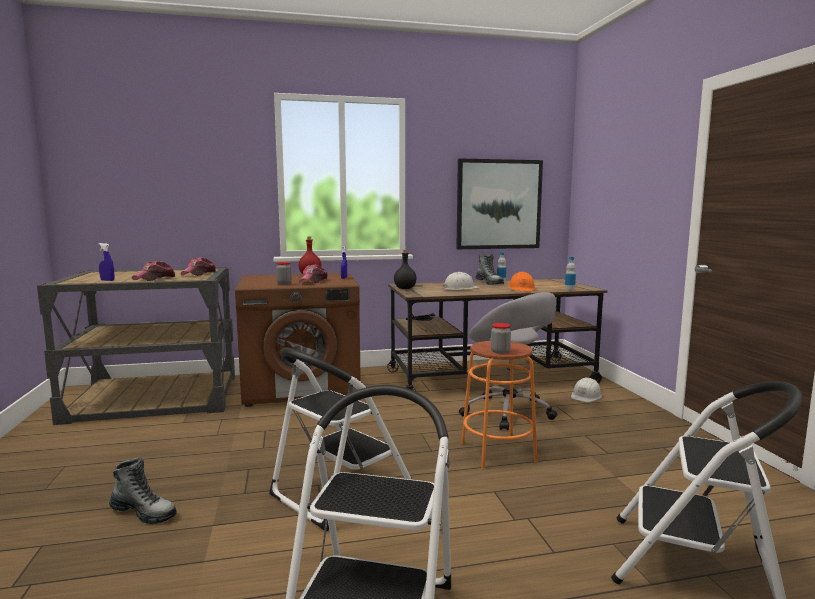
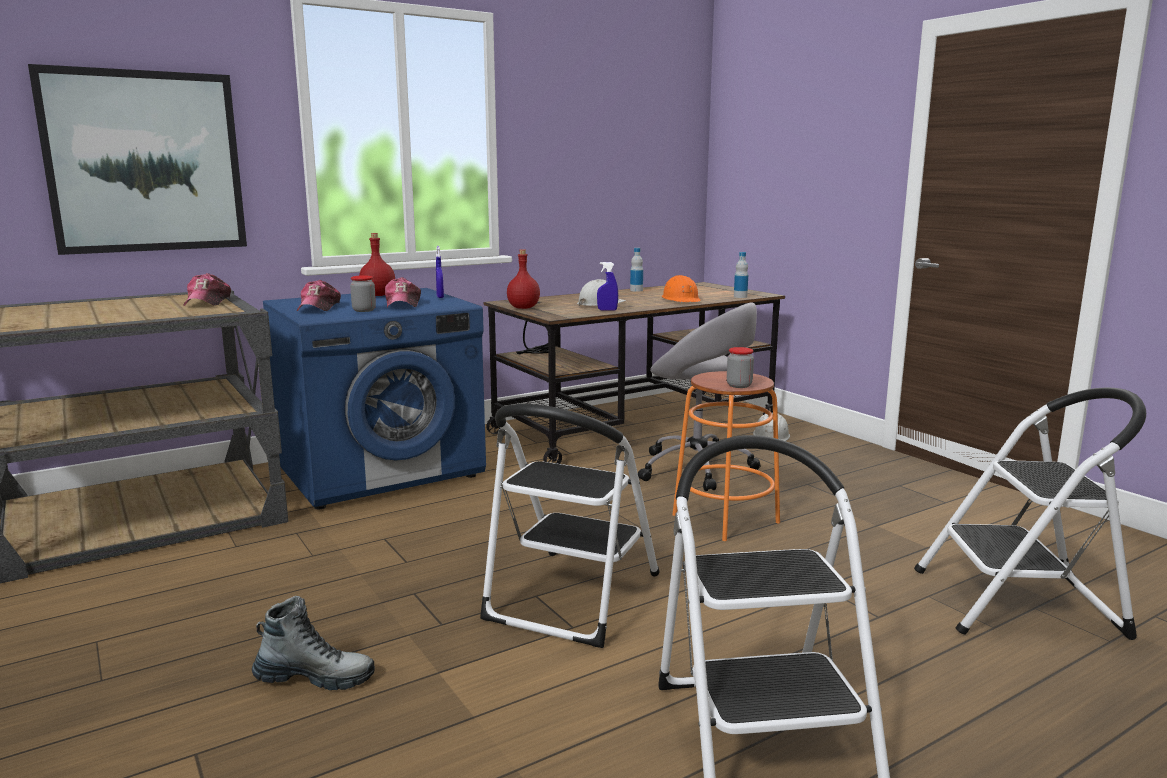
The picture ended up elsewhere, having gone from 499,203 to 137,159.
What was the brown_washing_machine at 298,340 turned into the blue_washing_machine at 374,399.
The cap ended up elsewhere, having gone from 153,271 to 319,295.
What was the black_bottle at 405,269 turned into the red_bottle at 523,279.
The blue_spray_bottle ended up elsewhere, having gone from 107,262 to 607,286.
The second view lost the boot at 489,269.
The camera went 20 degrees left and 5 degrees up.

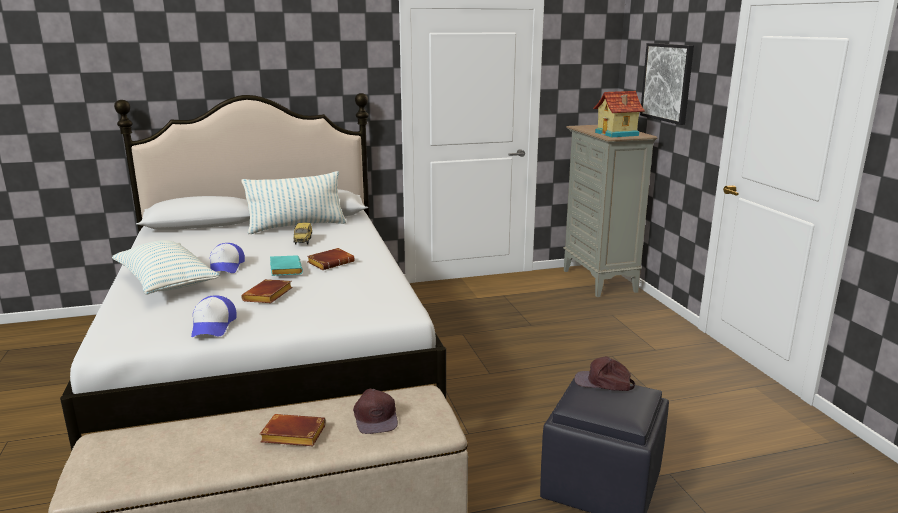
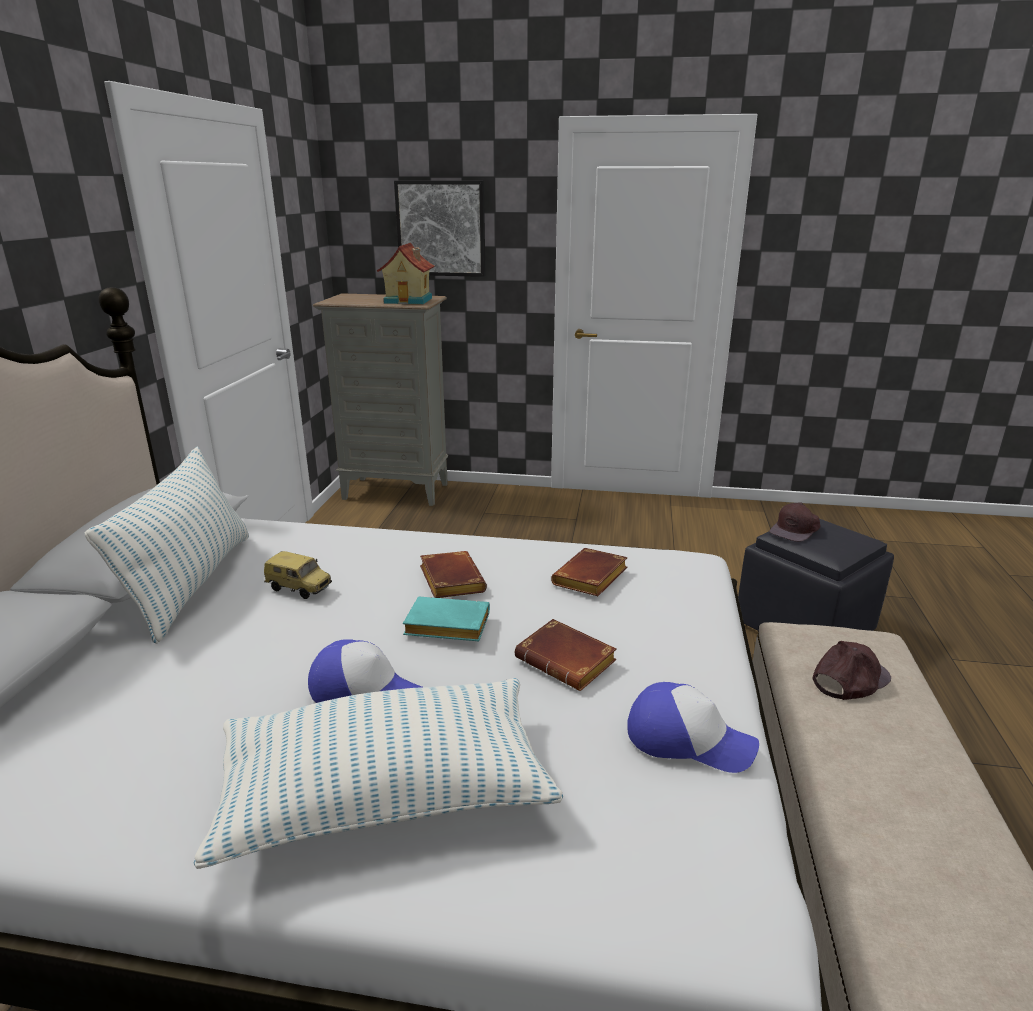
The brown_book ended up elsewhere, having gone from 293,430 to 589,572.
The brown_cap at 375,411 ended up facing another way, 45 degrees counterclockwise from before.
The camera went 65 degrees left and 5 degrees up.

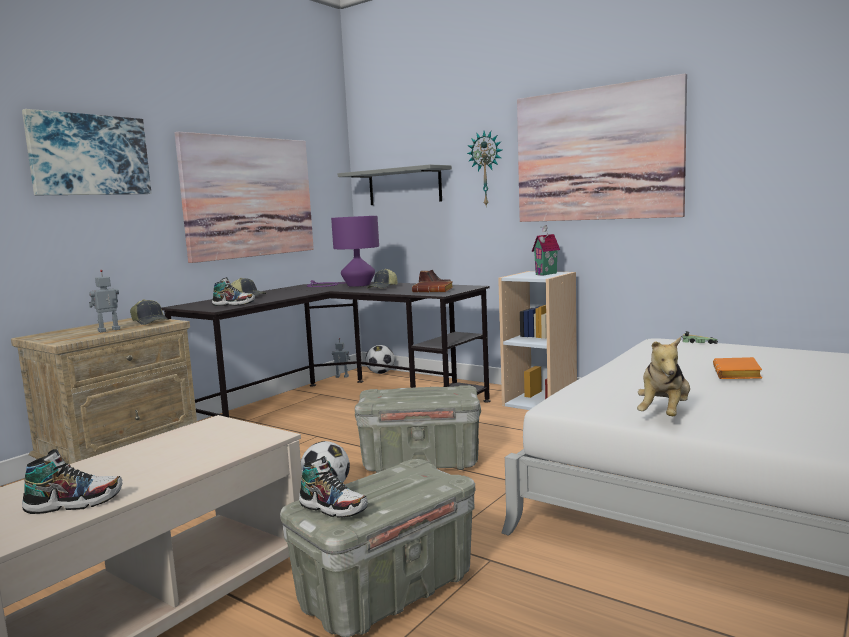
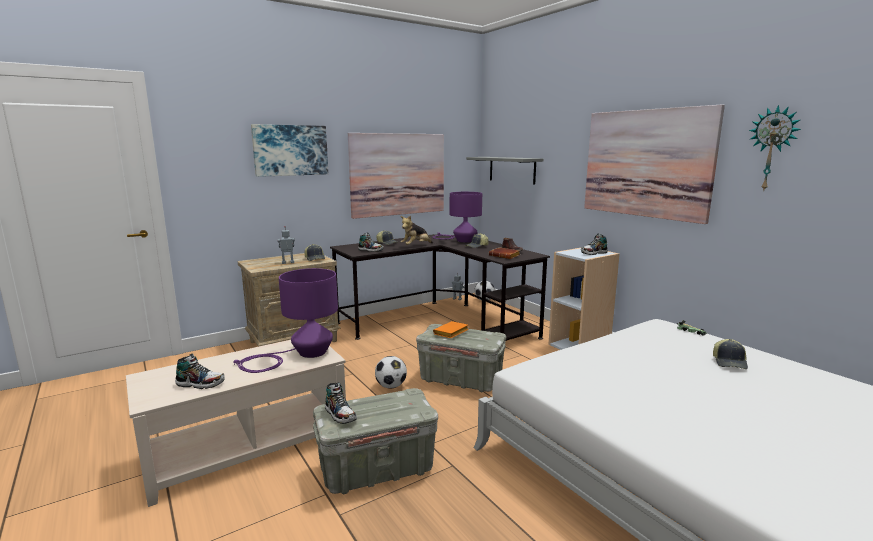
The second view gained the purple_table_lamp at 286,320.
The plush_toy ended up elsewhere, having gone from 663,376 to 416,230.
The orange_book ended up elsewhere, having gone from 737,368 to 451,329.
Where the toy_house stood at 545,250, the shoe came to stand at 594,244.
The second view gained the cap at 730,354.
The wall_clock ended up elsewhere, having gone from 484,168 to 775,148.
The camera went 20 degrees right and 5 degrees up.

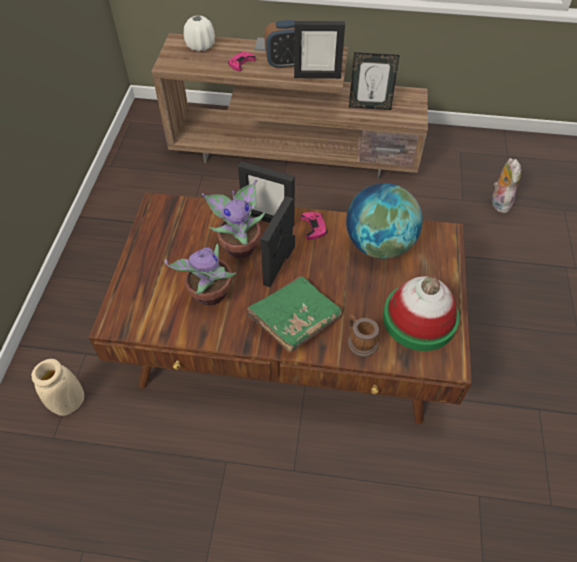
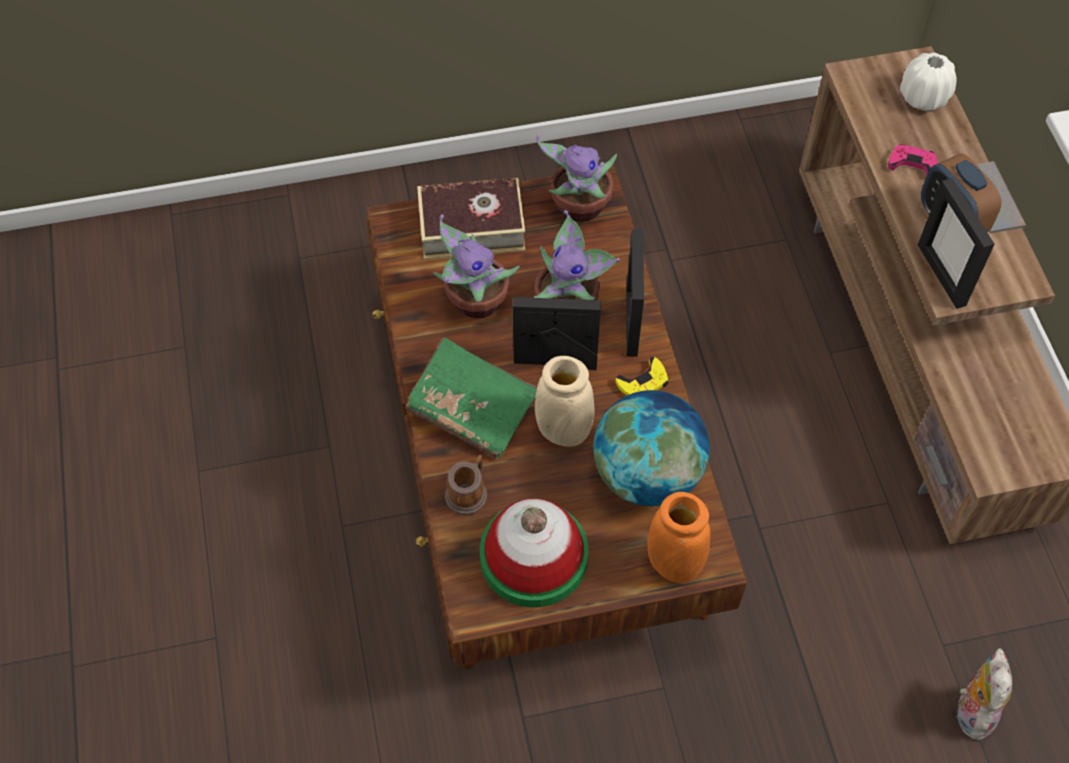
The second view gained the book at 471,219.
The beige_vase ended up elsewhere, having gone from 57,387 to 564,401.
The second view gained the potted_plant at 576,178.
What was the pink_game_controller at 314,226 turned into the yellow_game_controller at 642,376.
The second view gained the orange_vase at 678,537.
The plush_toy at 507,185 ended up facing another way, 60 degrees counterclockwise from before.
The second view lost the picture_frame at 374,81.
The camera went 70 degrees right and 5 degrees up.

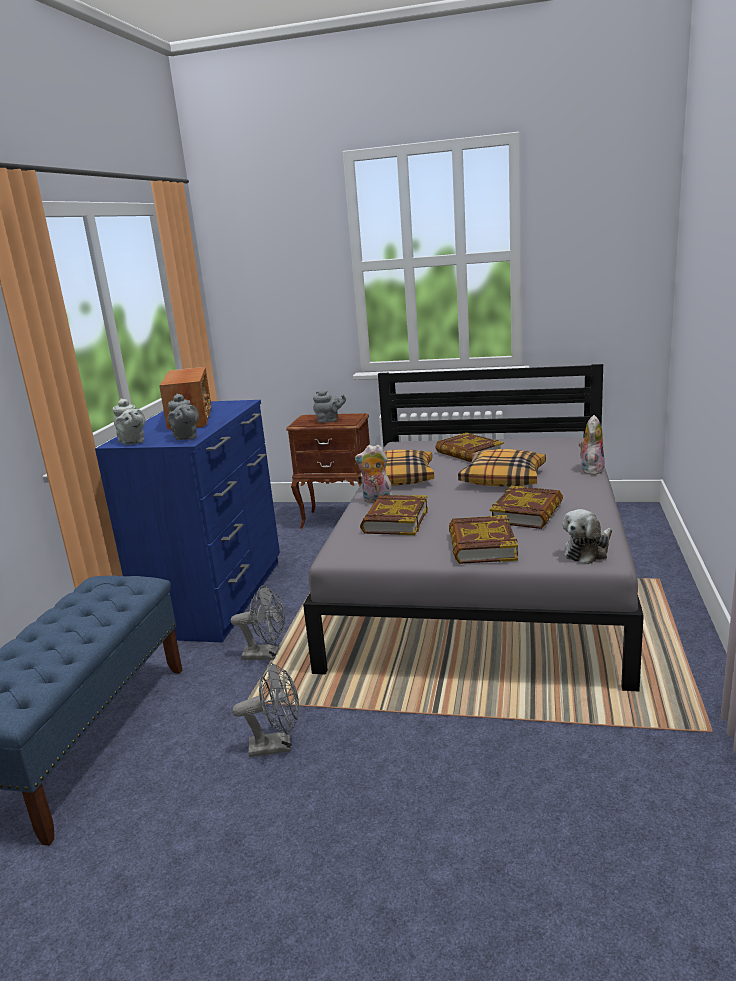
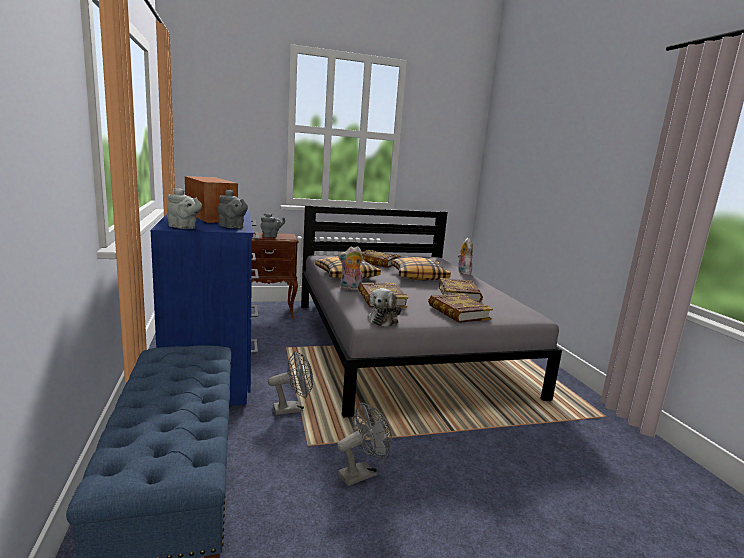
The plush_toy ended up elsewhere, having gone from 587,536 to 384,307.
The camera went 30 degrees left and 5 degrees down.

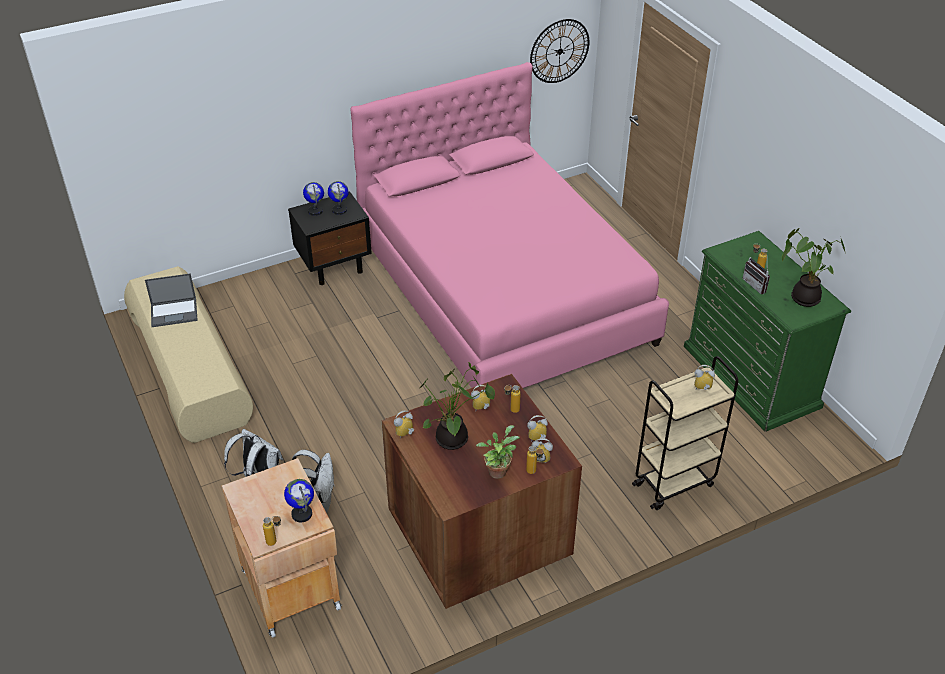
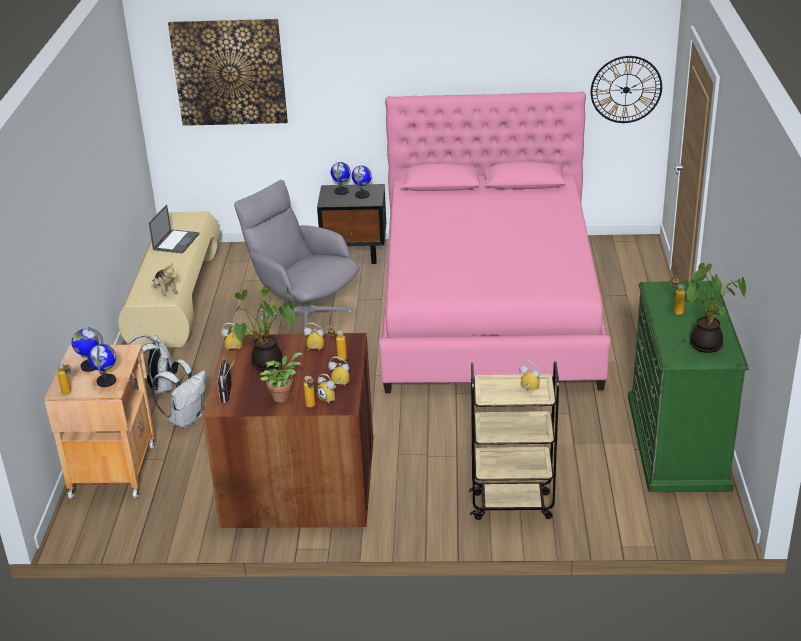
The second view gained the globe at 87,349.
The laptop at 171,300 ended up facing another way, 90 degrees counterclockwise from before.
The second view gained the plush_toy at 164,279.
The second view gained the picture at 228,72.
The radio ended up elsewhere, having gone from 756,275 to 226,380.
The second view gained the grey_armchair at 297,254.
The camera went 30 degrees right and 10 degrees down.

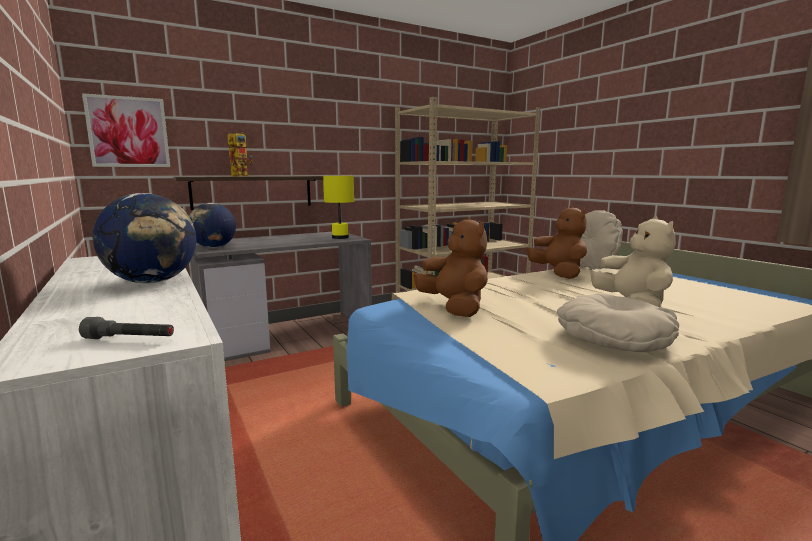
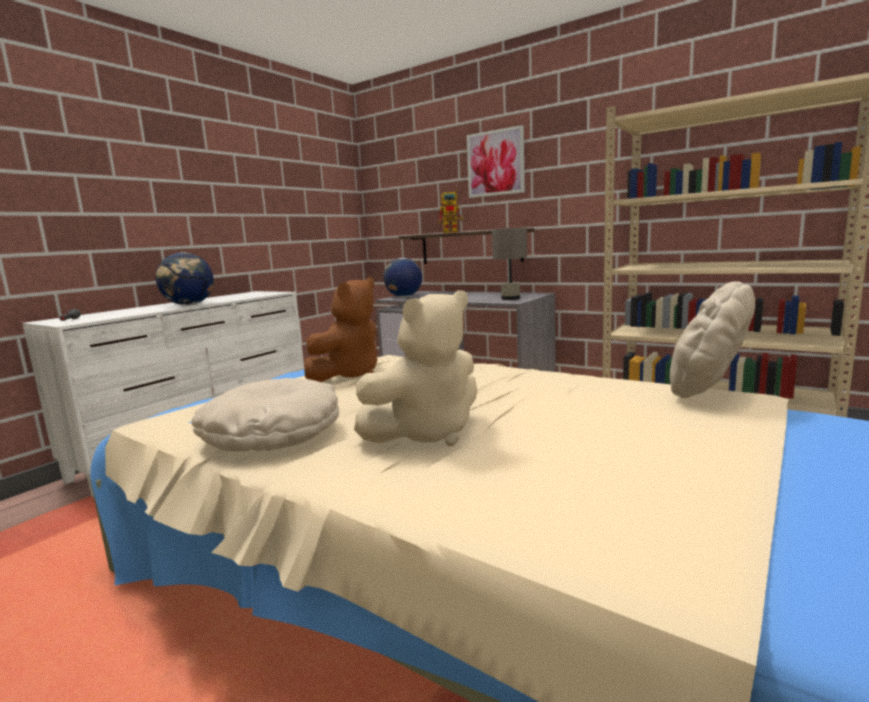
The picture ended up elsewhere, having gone from 126,130 to 496,161.
What was the yellow_table_lamp at 338,207 turned into the grey_table_lamp at 509,263.
The second view lost the brown_plush_toy at 557,242.
The camera went 65 degrees right and 0 degrees up.

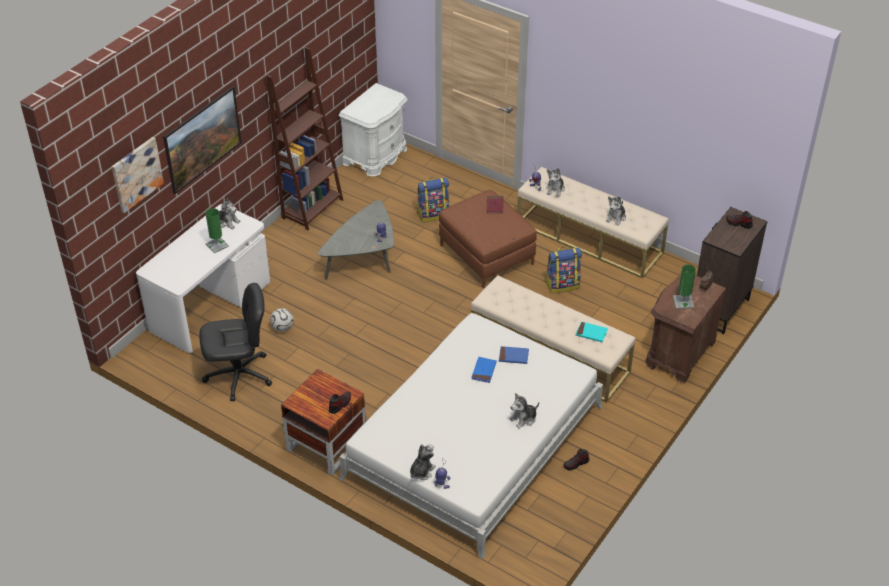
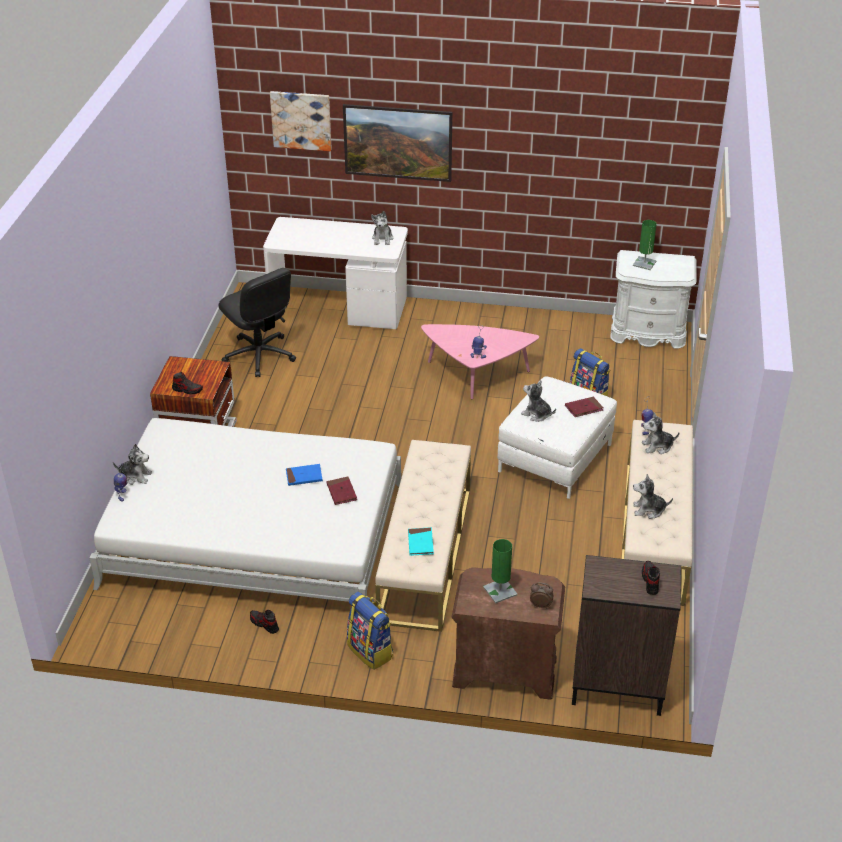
What was the blue_book at 514,355 turned into the red_book at 341,490.
The backpack ended up elsewhere, having gone from 563,270 to 370,630.
What was the grey_coffee_table at 356,240 turned into the pink_coffee_table at 480,361.
What was the brown_ottoman at 488,239 turned into the white_ottoman at 557,437.
The plush_toy ended up elsewhere, having gone from 524,411 to 538,401.
The green_table_lamp ended up elsewhere, having gone from 217,230 to 645,245.
The second view lost the brown_bookcase at 304,139.
The second view lost the football at 282,320.
The camera went 65 degrees right and 5 degrees down.

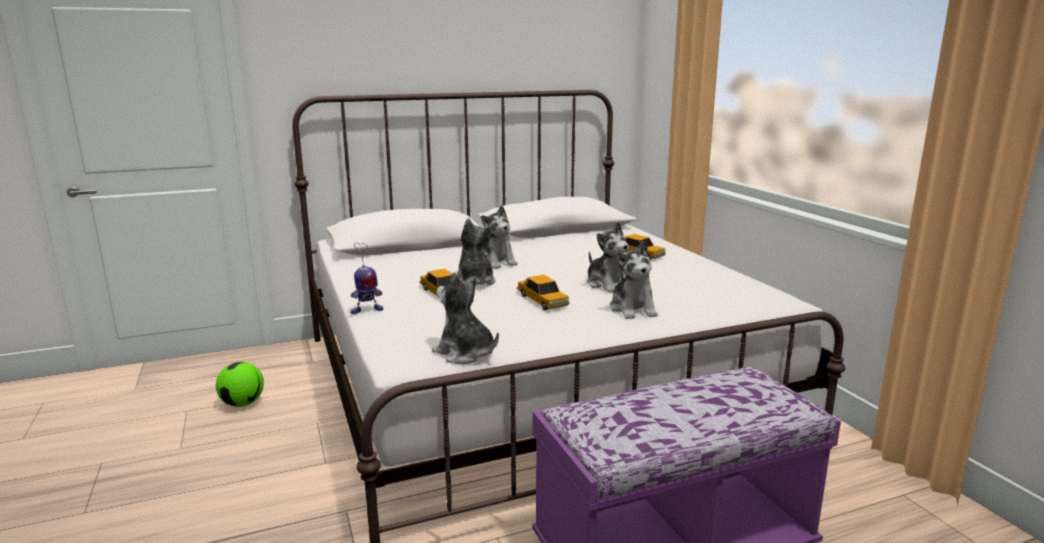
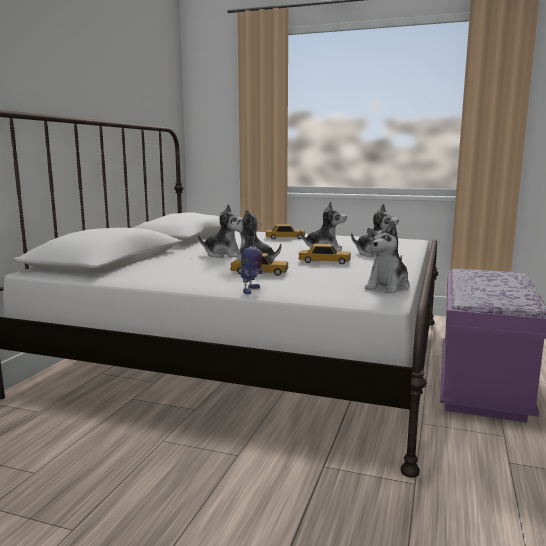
The plush_toy at 465,318 ended up facing another way, 45 degrees counterclockwise from before.
The second view lost the football at 240,384.
The camera went 50 degrees left and 5 degrees down.

